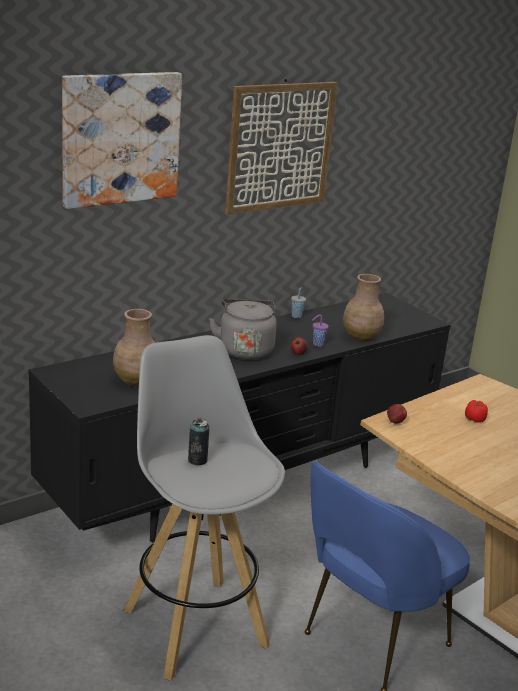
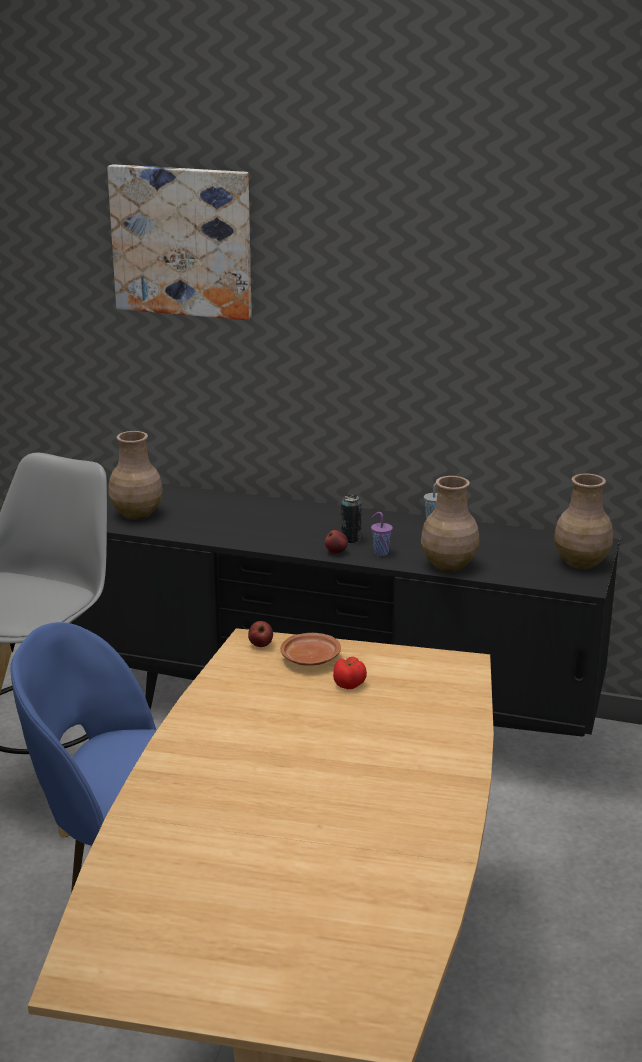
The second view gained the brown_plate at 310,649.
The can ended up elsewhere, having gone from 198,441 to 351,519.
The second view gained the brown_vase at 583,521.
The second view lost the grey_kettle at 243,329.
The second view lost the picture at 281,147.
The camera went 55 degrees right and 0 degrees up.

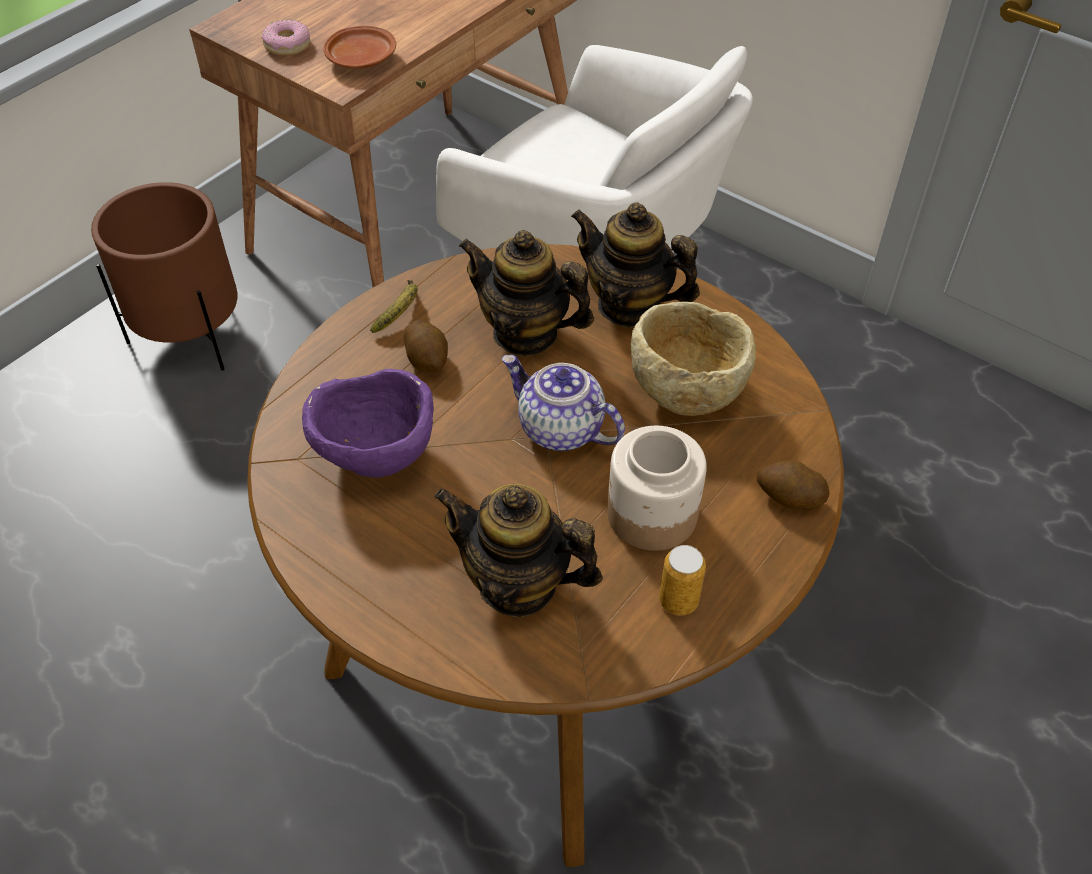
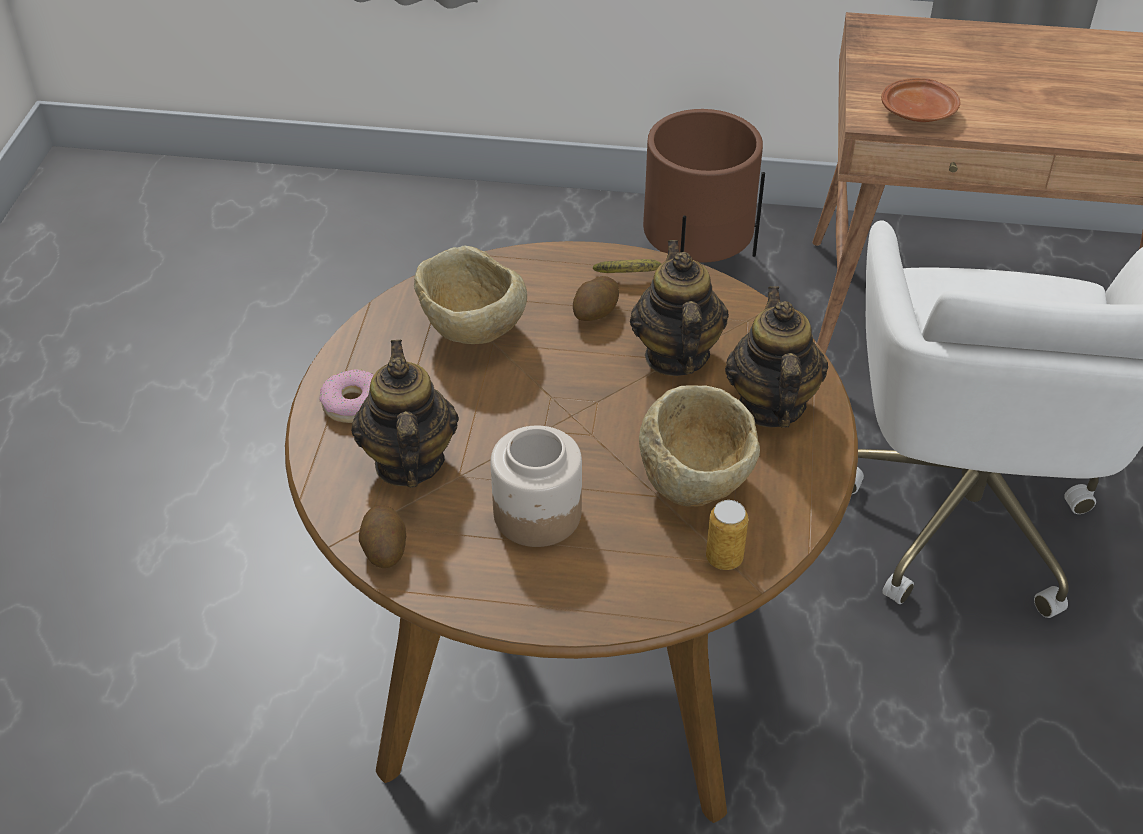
The donut ended up elsewhere, having gone from 285,38 to 346,396.
The potato ended up elsewhere, having gone from 793,485 to 382,536.
What was the purple_bowl at 368,423 turned into the beige_bowl at 470,294.
The can ended up elsewhere, having gone from 682,580 to 727,535.
The second view lost the teapot at 563,403.
The camera went 60 degrees right and 5 degrees down.

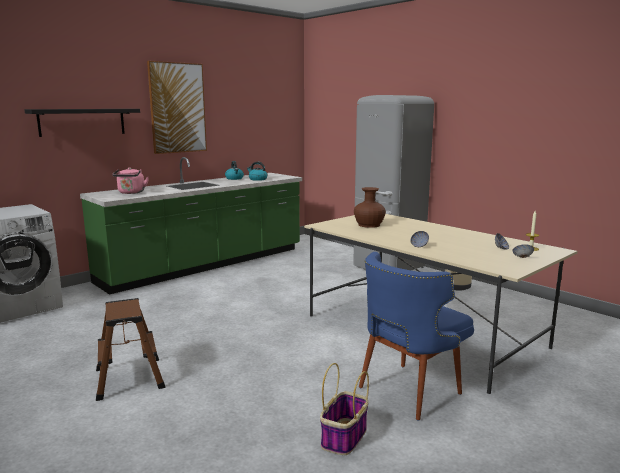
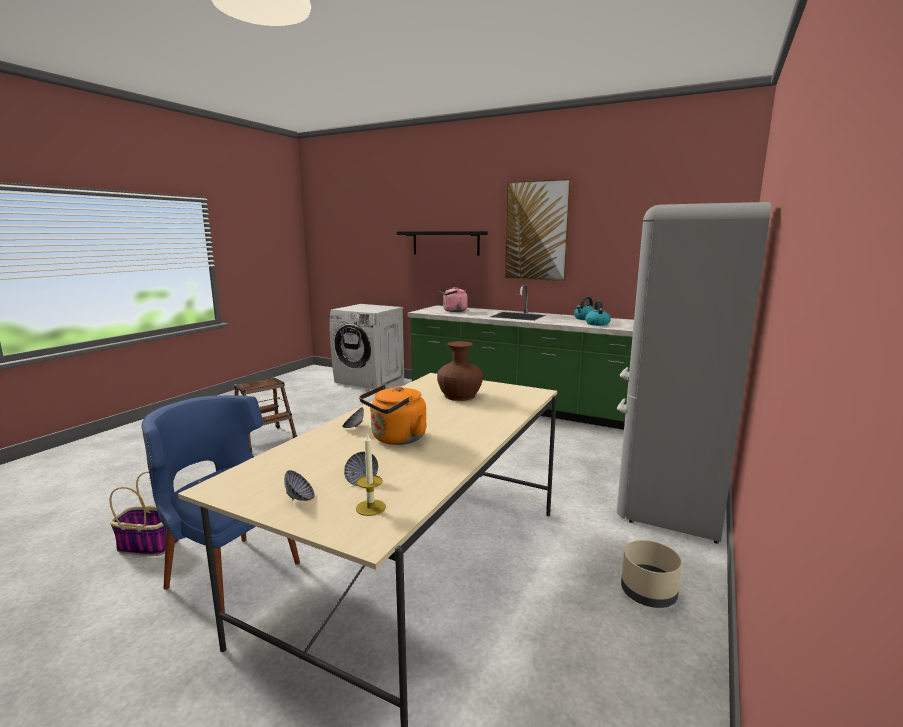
The second view gained the orange_kettle at 392,414.
The camera went 70 degrees right and 0 degrees up.

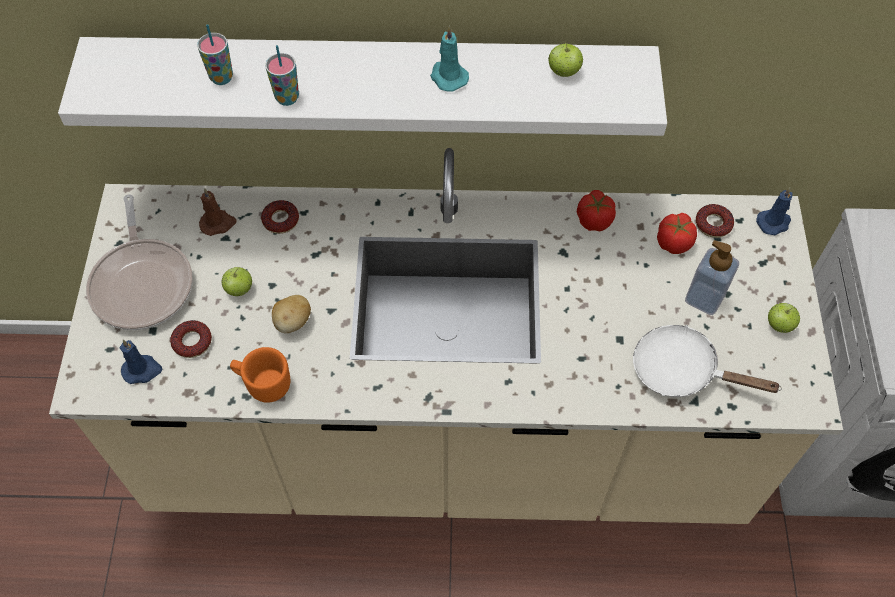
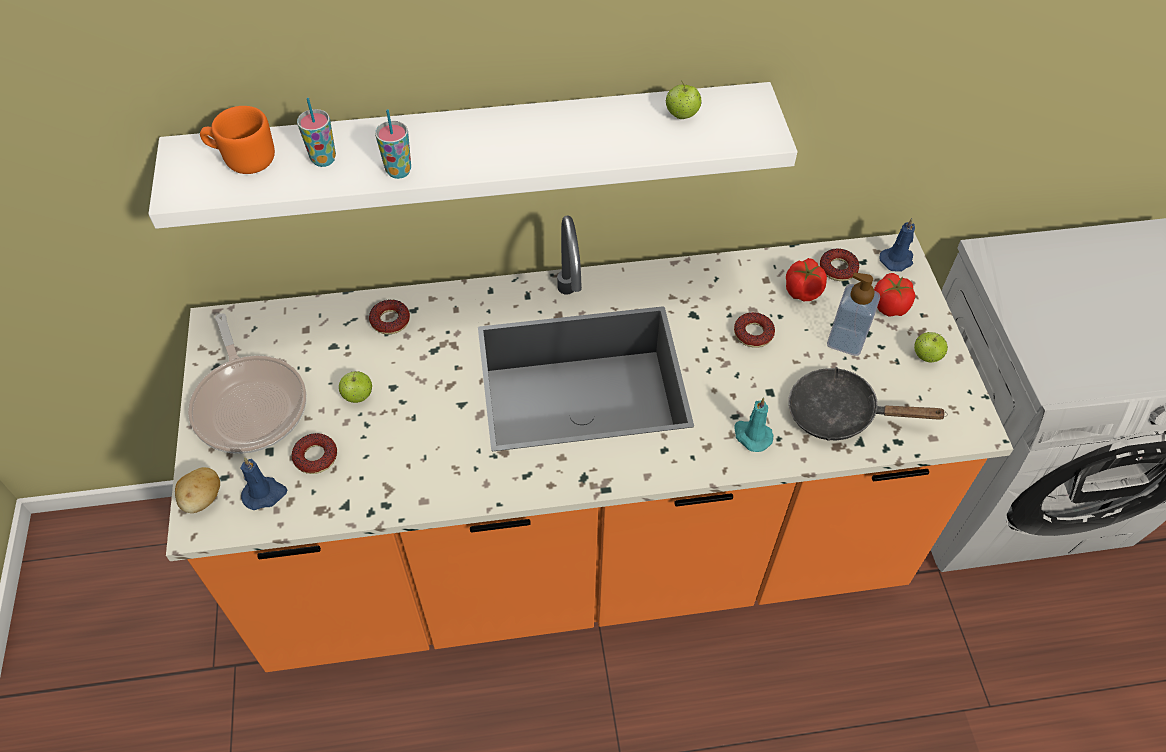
What was the beige_counter at 446,336 turned into the orange_counter at 589,444.
The potato ended up elsewhere, having gone from 291,314 to 197,490.
The orange_mug ended up elsewhere, having gone from 260,375 to 237,140.
The second view gained the donut at 754,330.
The turquoise_candle ended up elsewhere, having gone from 449,59 to 753,424.
What was the white_frying_pan at 707,361 turned into the black_frying_pan at 868,404.
The tomato ended up elsewhere, having gone from 596,210 to 895,295.
The second view lost the brown_candle at 218,212.
The camera went 10 degrees left and 5 degrees down.

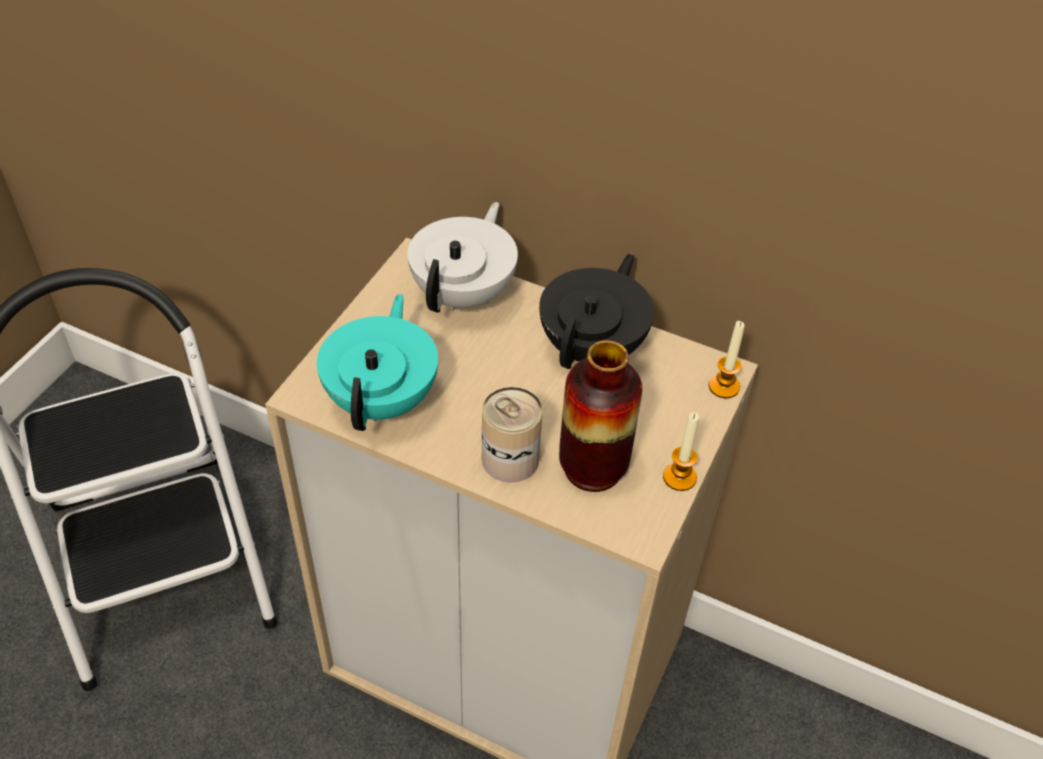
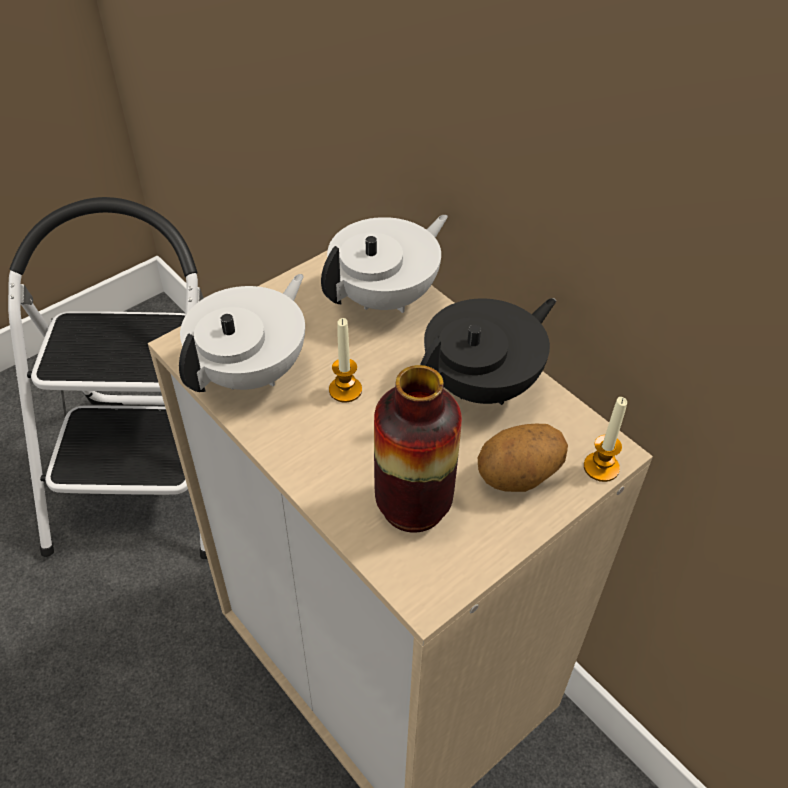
What was the turquoise_teapot at 377,362 turned into the white_teapot at 242,333.
The candle ended up elsewhere, having gone from 681,451 to 345,360.
The second view gained the potato at 523,458.
The second view lost the can at 512,435.
The camera went 25 degrees right and 0 degrees up.

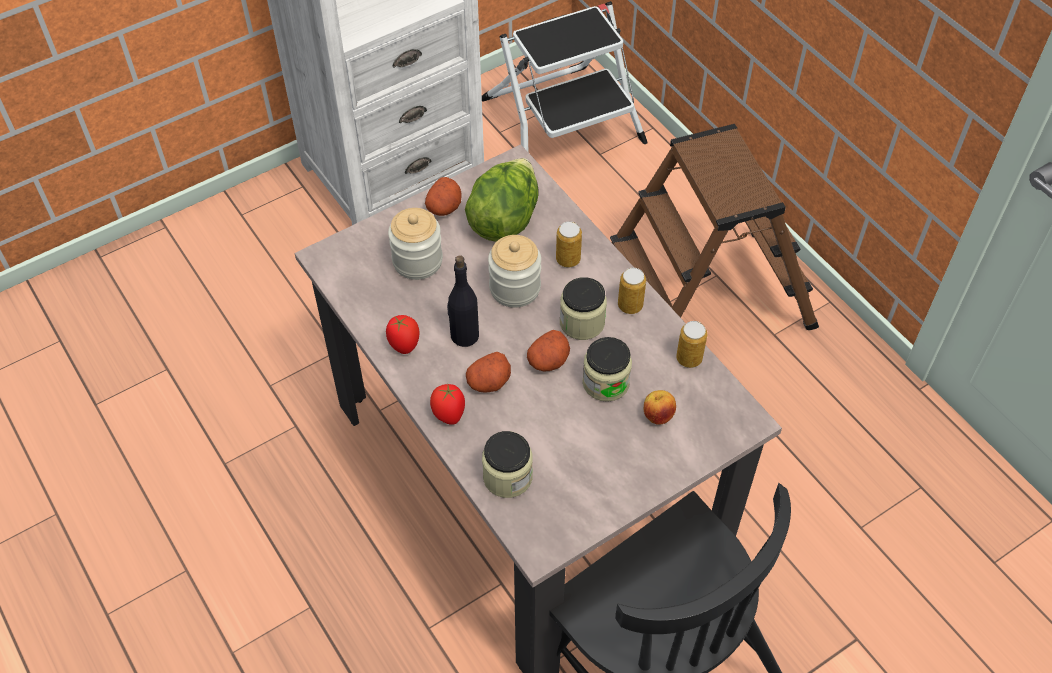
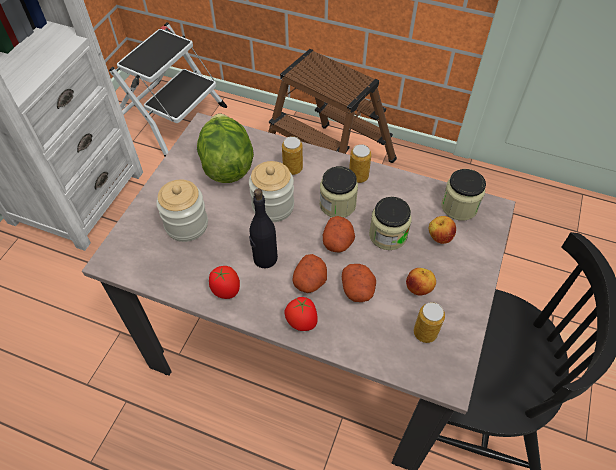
The potato ended up elsewhere, having gone from 443,196 to 359,283.
The second view gained the apple at 421,282.
The can ended up elsewhere, having gone from 691,344 to 429,322.
The jar ended up elsewhere, having gone from 507,464 to 463,195.
The camera went 35 degrees left and 0 degrees up.

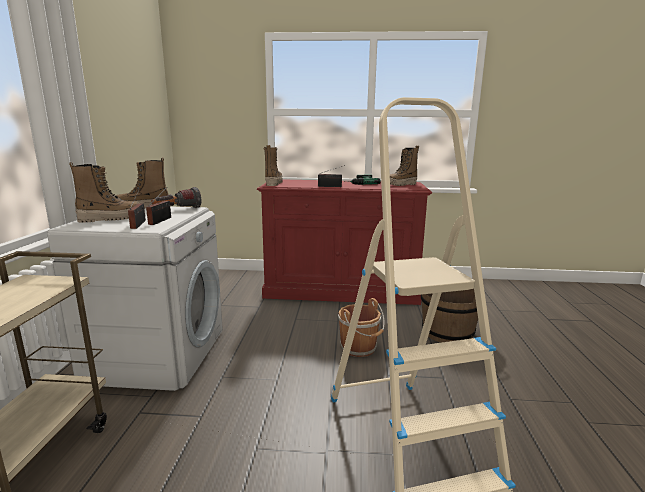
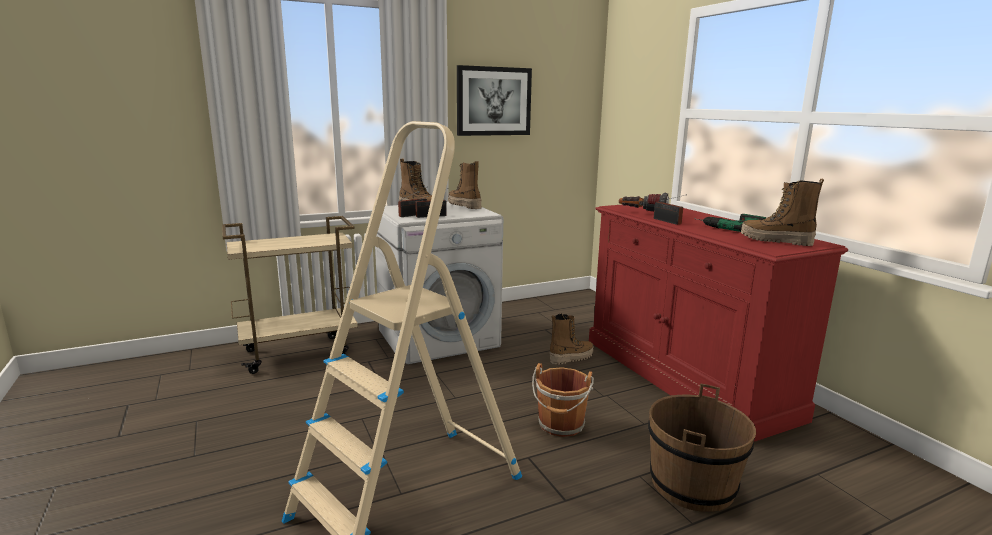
The second view gained the picture at 494,100.
The boot ended up elsewhere, having gone from 273,165 to 571,339.
The flashlight ended up elsewhere, having gone from 176,197 to 644,202.
The camera went 60 degrees right and 0 degrees up.

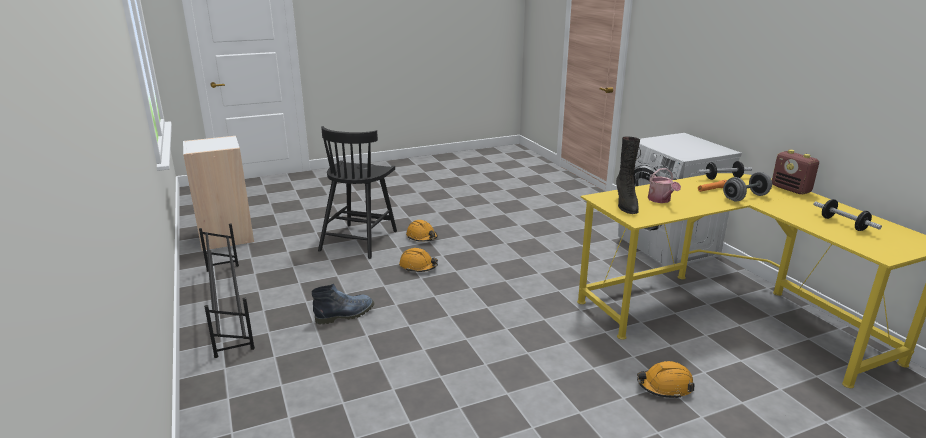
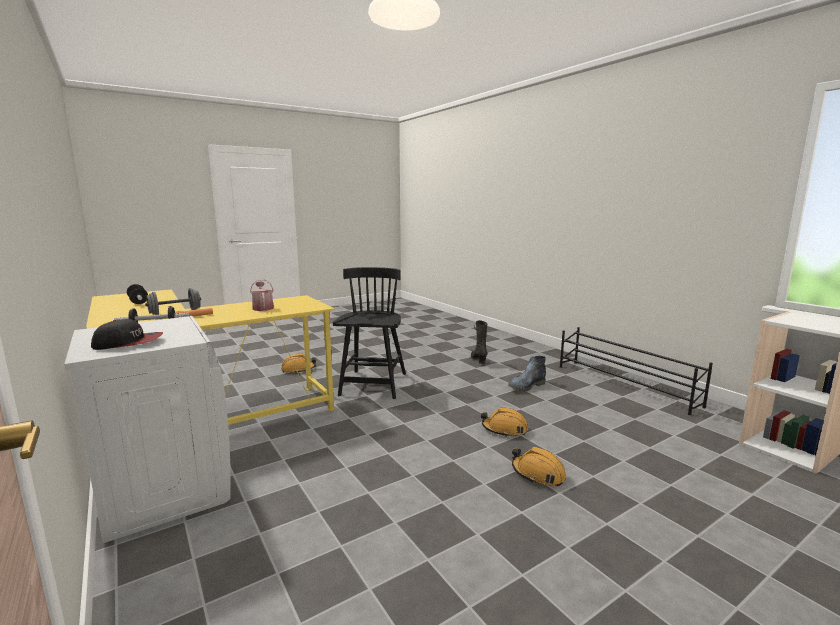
The second view gained the cap at 127,334.
The black_chair ended up elsewhere, having gone from 357,192 to 369,333.
The black_boot ended up elsewhere, having gone from 628,175 to 479,342.
The second view lost the radio at 795,172.
The camera went 170 degrees right and 10 degrees down.

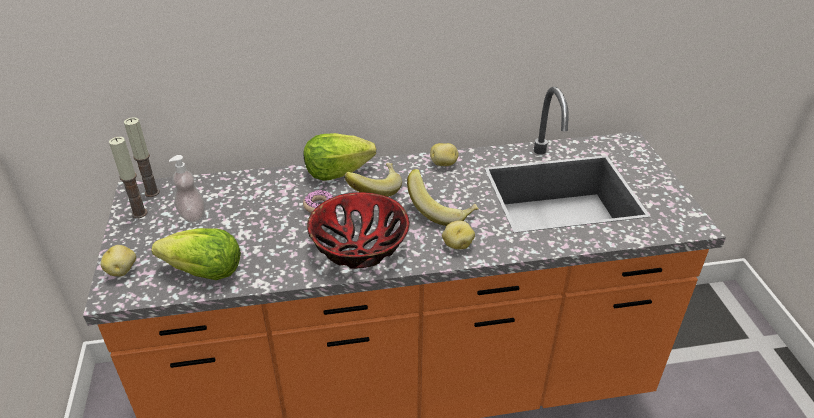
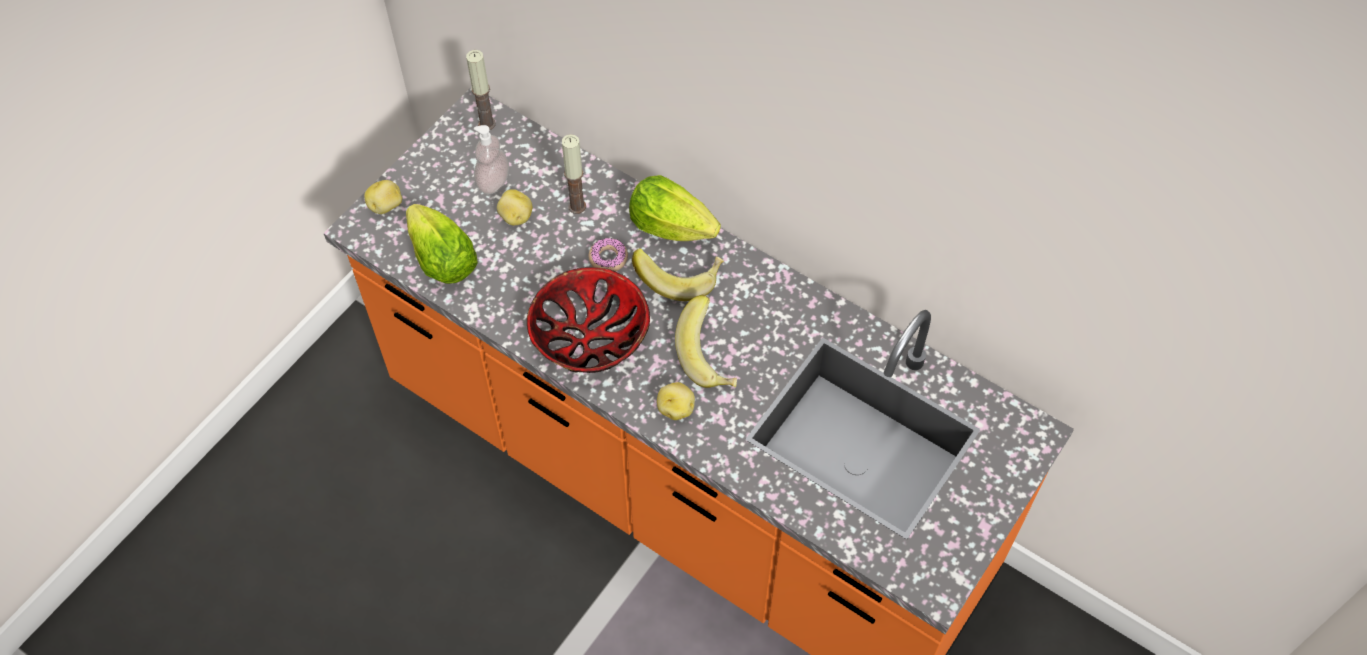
The potato ended up elsewhere, having gone from 444,154 to 514,207.
The candle ended up elsewhere, having gone from 128,177 to 574,174.
The camera went 45 degrees right and 20 degrees up.

